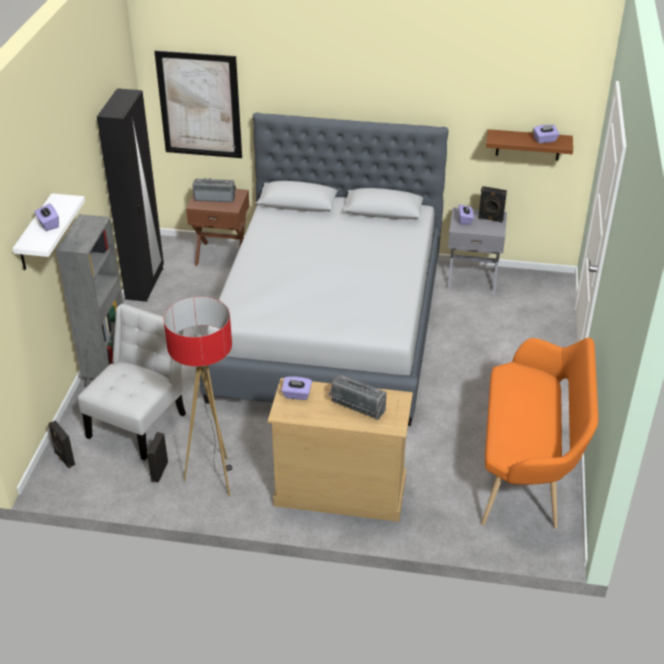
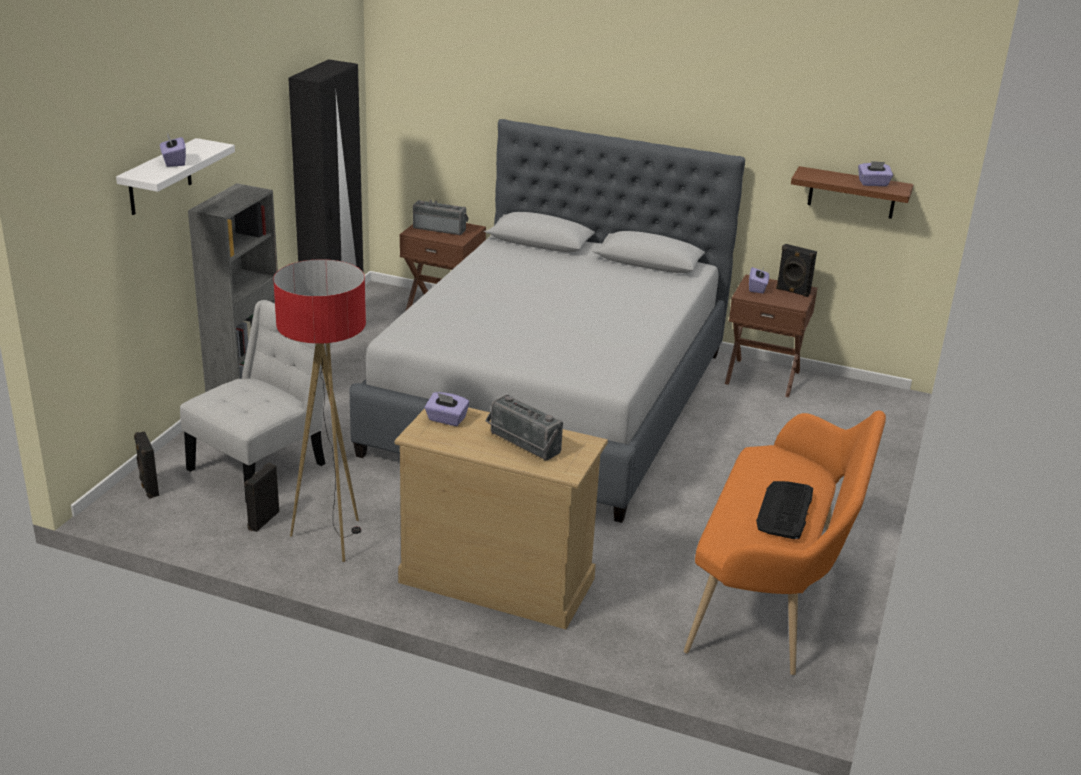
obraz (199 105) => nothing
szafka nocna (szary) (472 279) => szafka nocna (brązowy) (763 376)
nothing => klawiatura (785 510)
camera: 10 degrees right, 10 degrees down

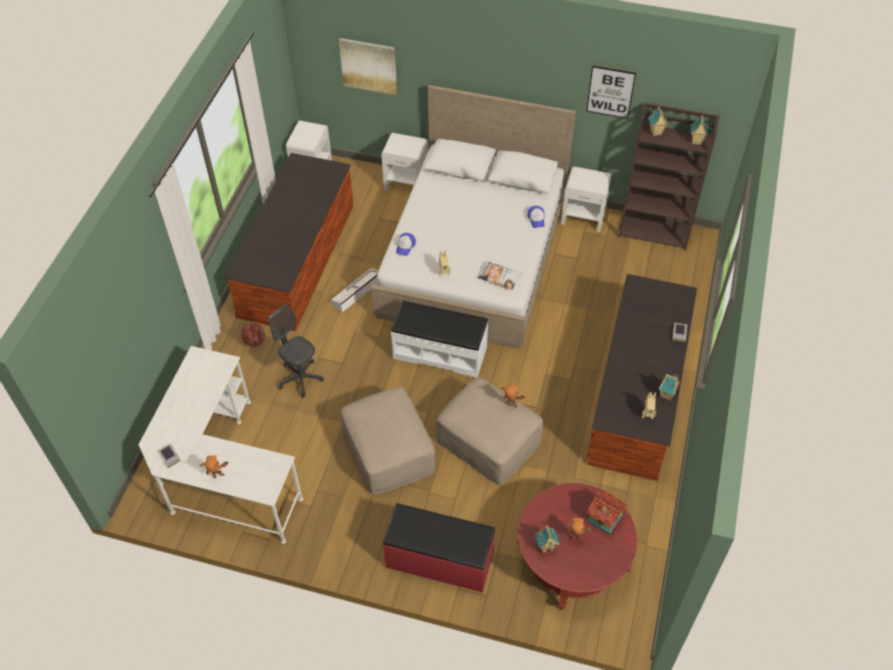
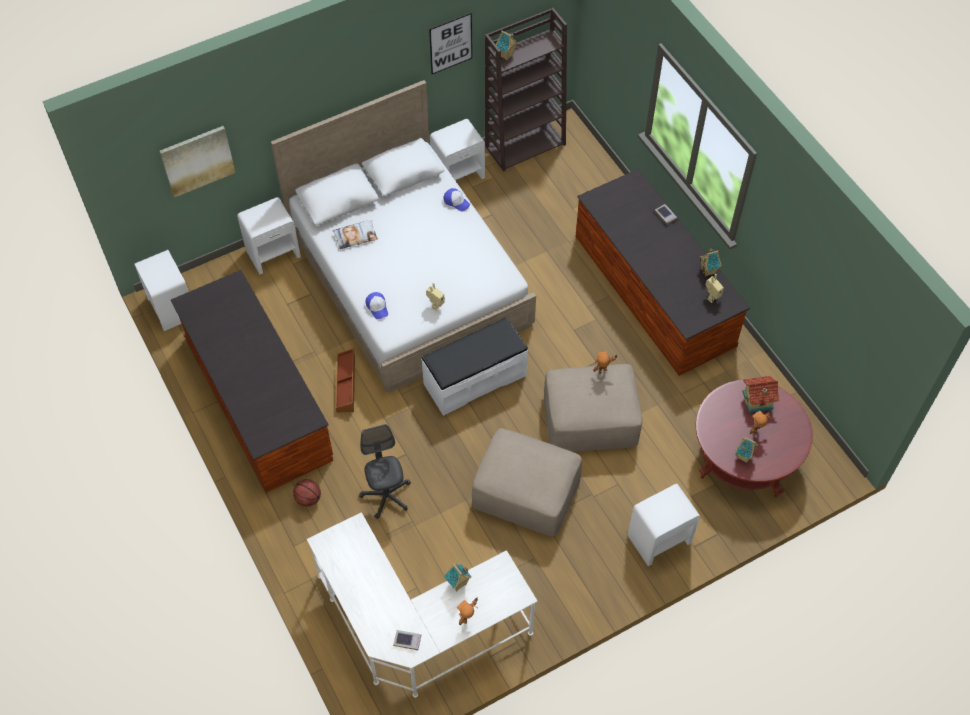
domek (696 141) => domek (458 584), relocated
poduszka (499 277) => poduszka (355 236), relocated
pojemnik do przechowywania (biały) (357 292) => pojemnik do przechowywania (brązowy) (346 384)
krzesło biurowe (szary) (300 378) => krzesło biurowe (szary) (386 495), 75 degrees clockwise
ławka (czerwony) (439 560) => szafka nocna (biały) (658 539)
camera: 45 degrees left, 5 degrees up

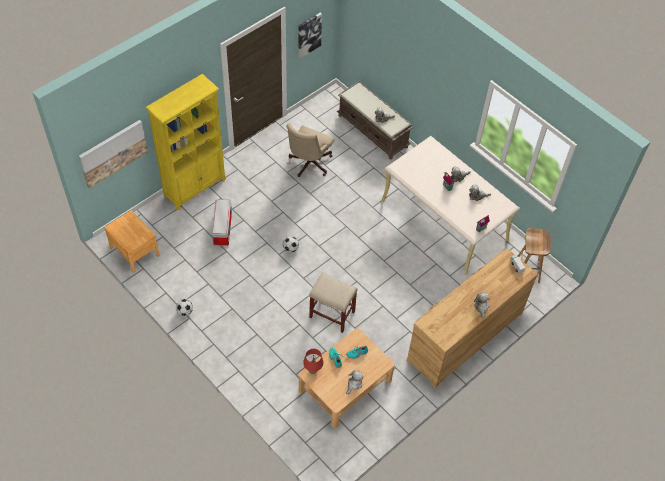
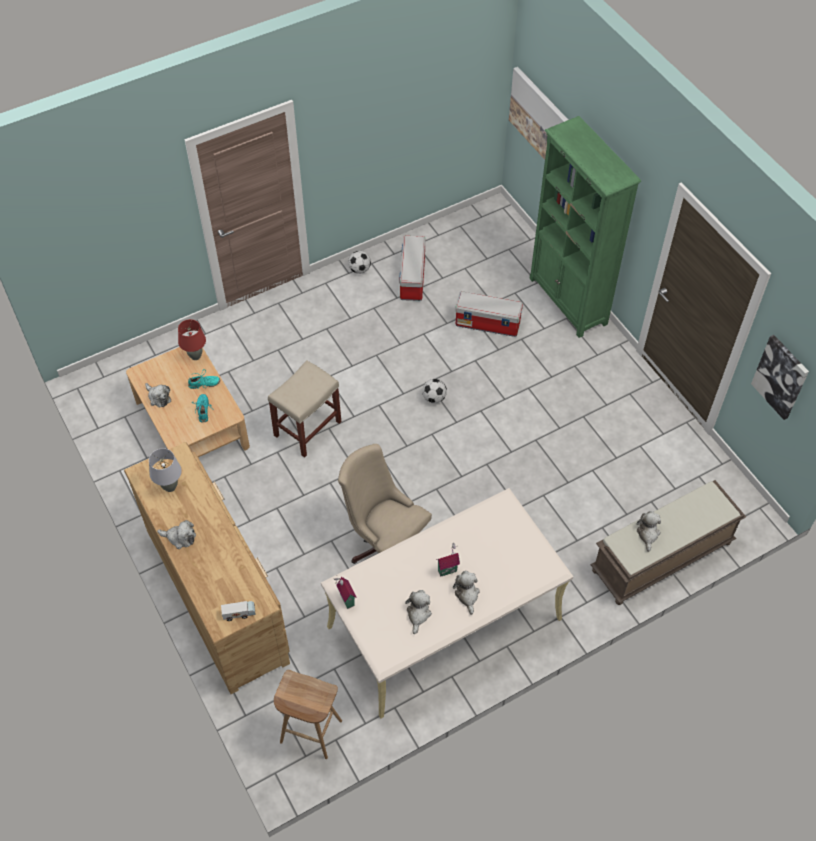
regał (żółty) (195 187) => regał (zielony) (568 301)
krzesło biurowe (beżowy) (308 164) => krzesło biurowe (beżowy) (384 542), relocated
szafka nocna (brązowy) (134 251) => nothing
nothing => pojemnik do przechowywania (413 278)
nothing => lampa stołowa (szary) (170 487)
camera: 105 degrees right, 0 degrees up

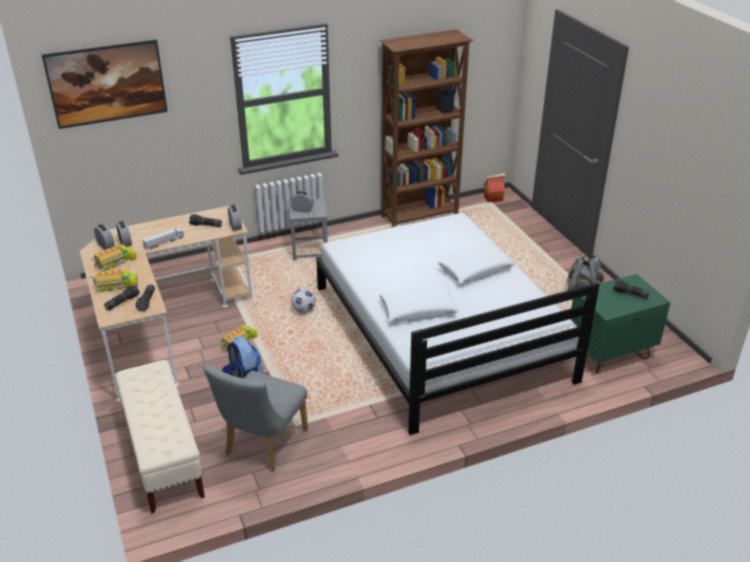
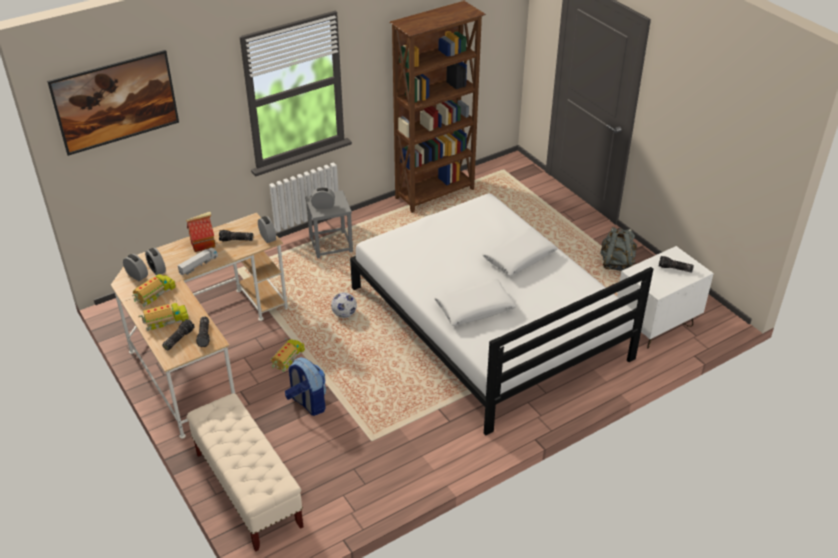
domek (493 198) => domek (203 244), relocated
szafka nocna (zielony) (609 354) => szafka nocna (biały) (655 326)
krzesło (szary) (262 446) => nothing
camera: 10 degrees left, 5 degrees up

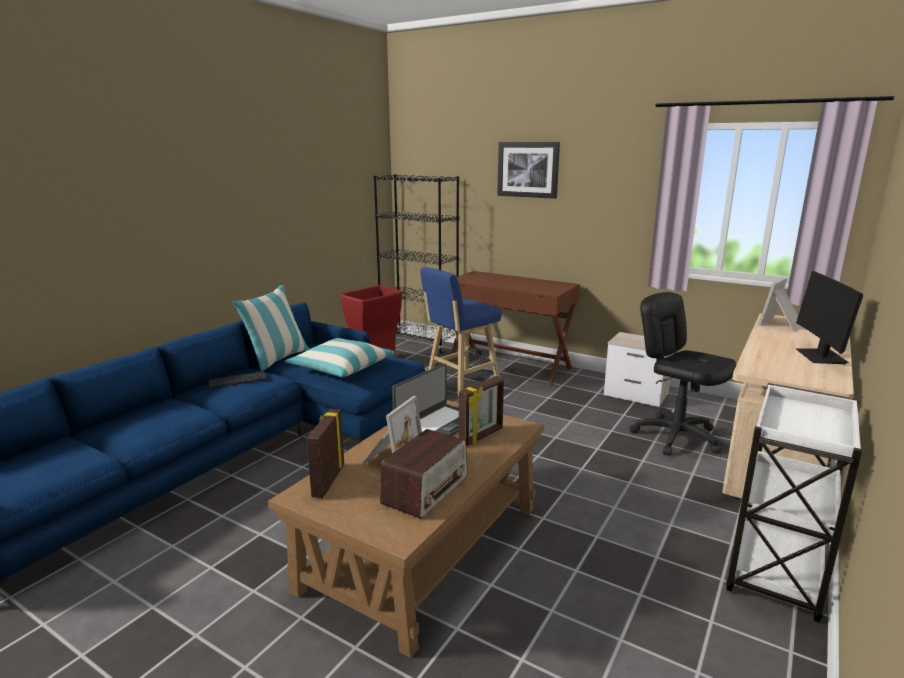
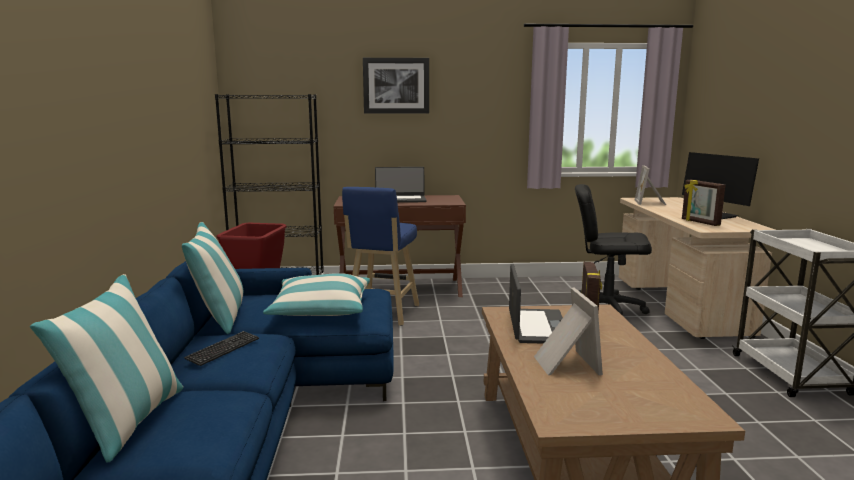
szafka nocna (637 395) => nothing
ramka na zdjęcie (327 481) => ramka na zdjęcie (700 222), relocated
radio (426 490) => nothing
nothing => laptop (400 199)
nothing => poduszka (128 423)
camera: 35 degrees left, 5 degrees down

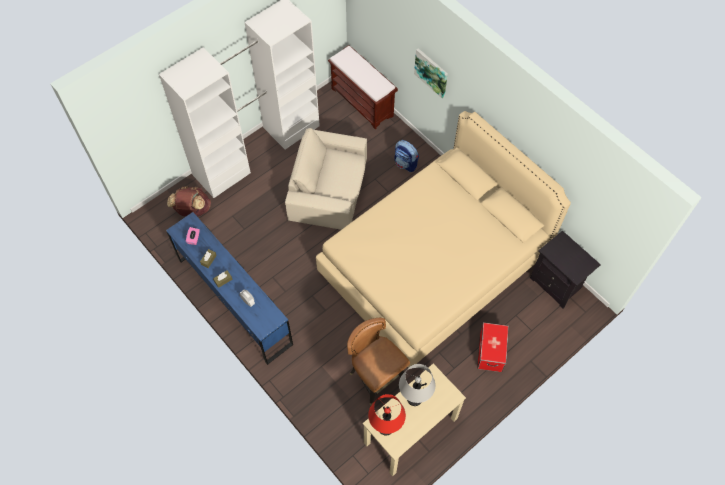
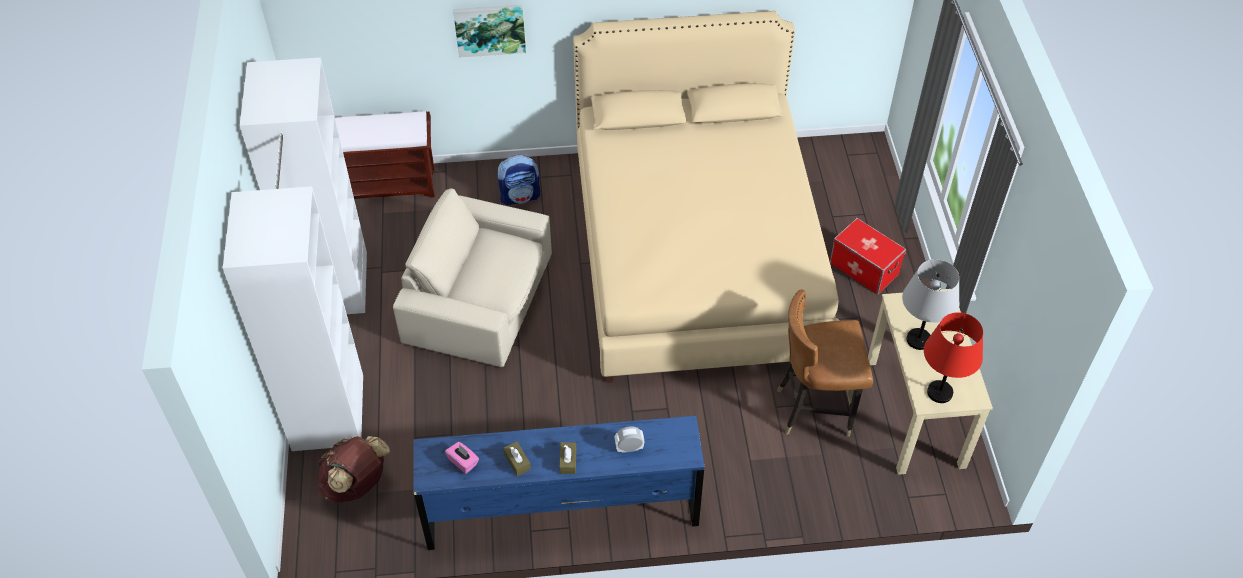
fotel (beżowy) (329 189) => fotel (beżowy) (480 298), 60 degrees clockwise
szafka nocna (czarny) (557 284) => nothing
camera: 55 degrees left, 10 degrees down

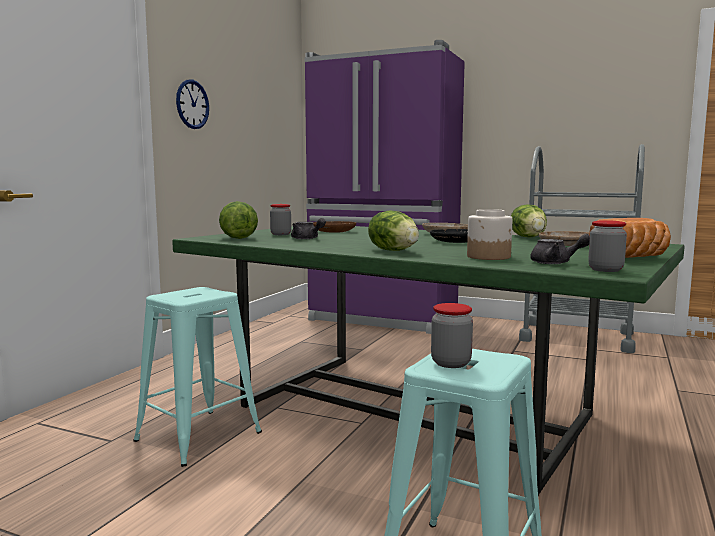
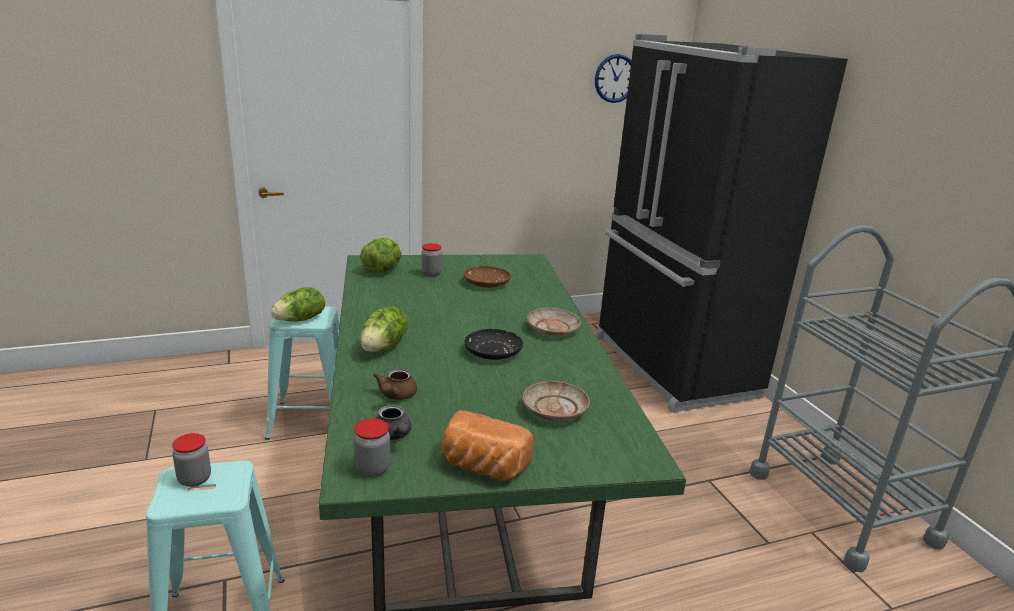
lodówka (fioletowy) (383 318) => lodówka (czarny) (671 367)
zegar ścienny (192 104) => zegar ścienny (615 78), relocated
sałata (529 237) => sałata (301 319), relocated
słoik (489 257) => imbryk (brązowy) (395 396)
imbryk (szary) (307 239) => nothing
camera: 45 degrees right, 15 degrees up

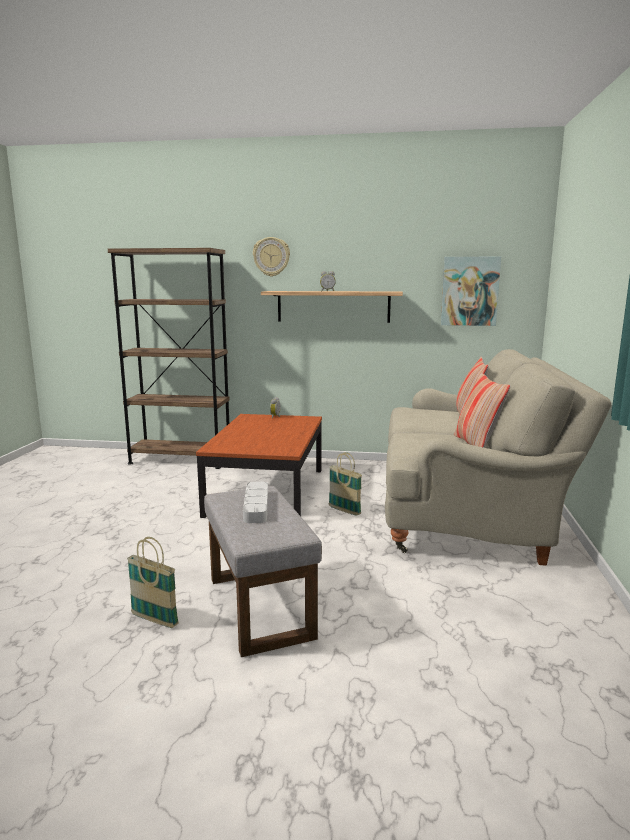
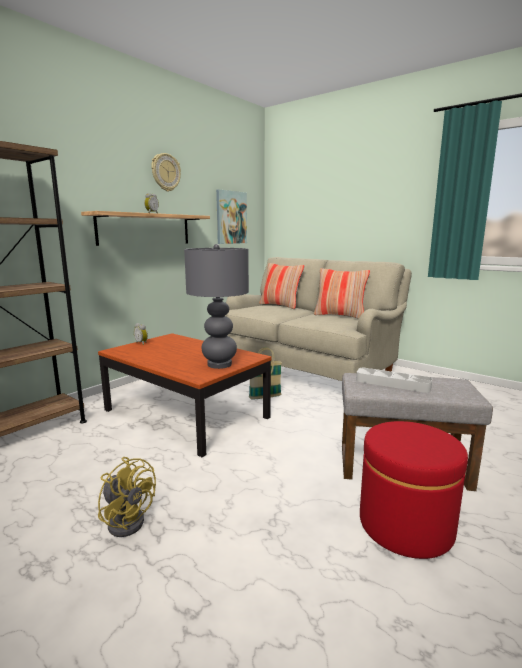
zegar ścienny (271 256) => zegar ścienny (165 172), relocated
koszyk (154 620) => pufa (czerwony) (405 525)
nothing => lampa stołowa (szary) (219 364)
nothing => wentylator (żółty) (128 519)
camera: 60 degrees left, 0 degrees up

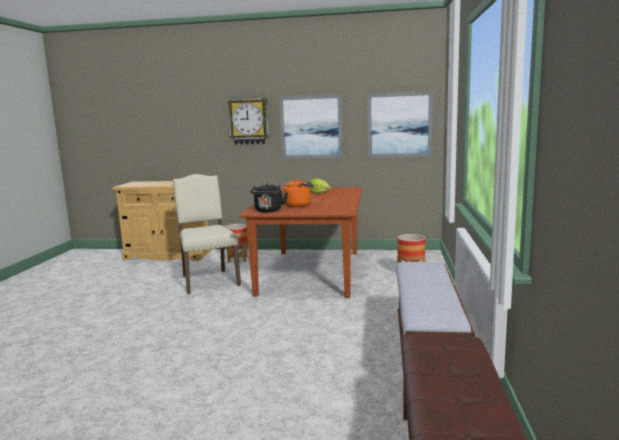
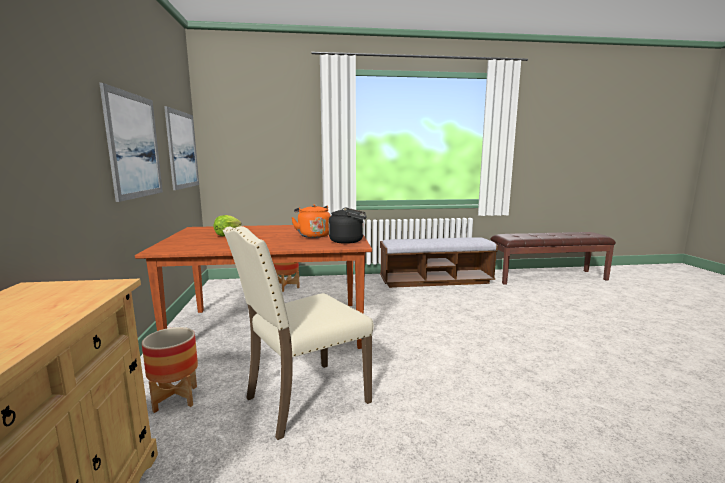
zegar ścienny (249 121) => nothing
camera: 105 degrees left, 0 degrees up

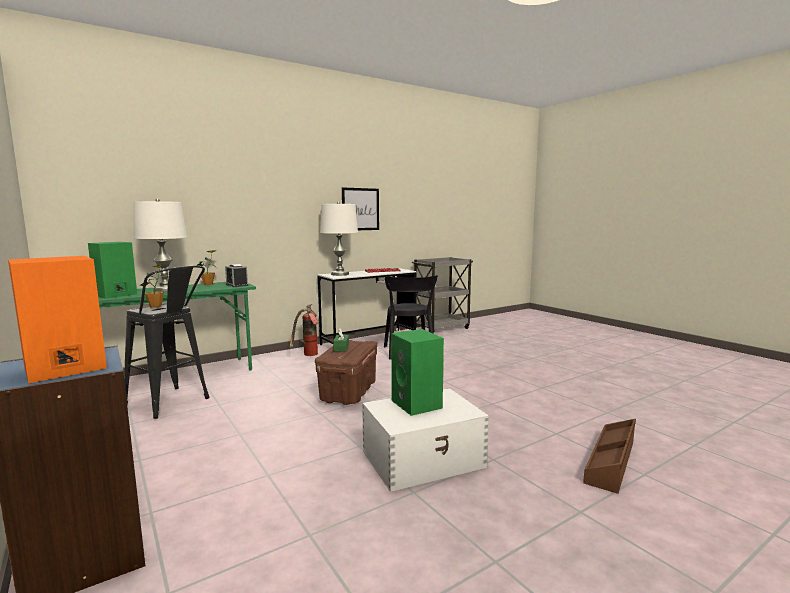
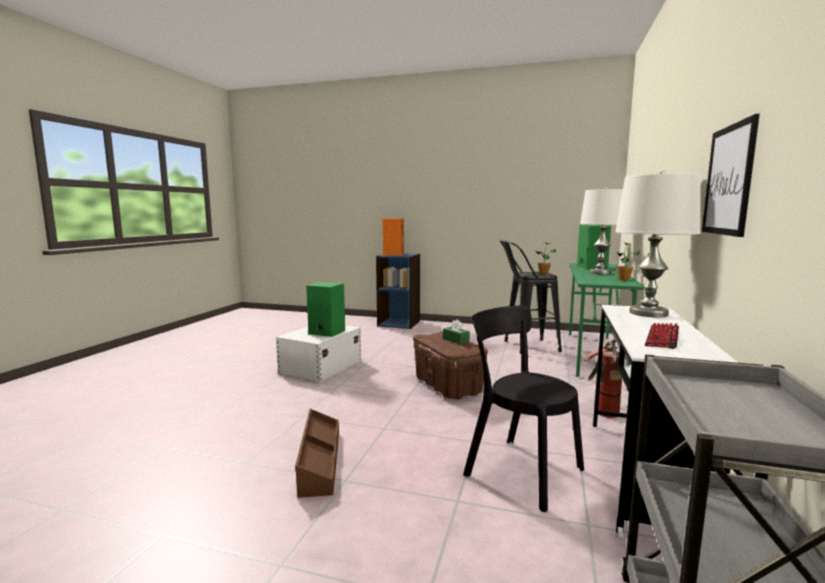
budzik (237 285) => nothing
pojemnik do przechowywania (brązowy) (611 462) => pojemnik do przechowywania (brązowy) (319 460), relocated
camera: 140 degrees right, 0 degrees up

